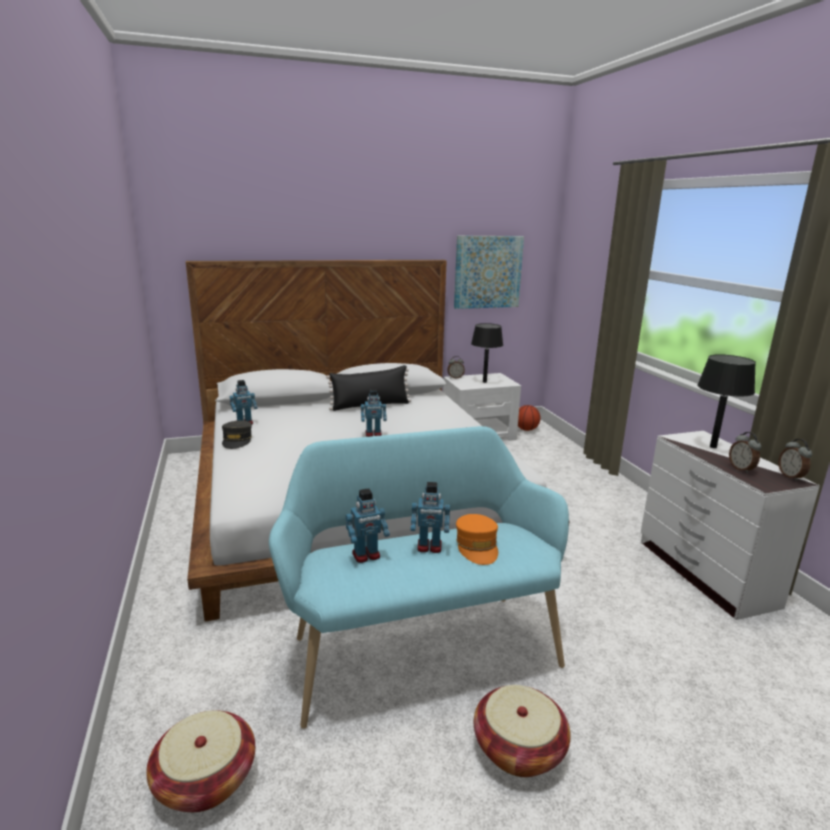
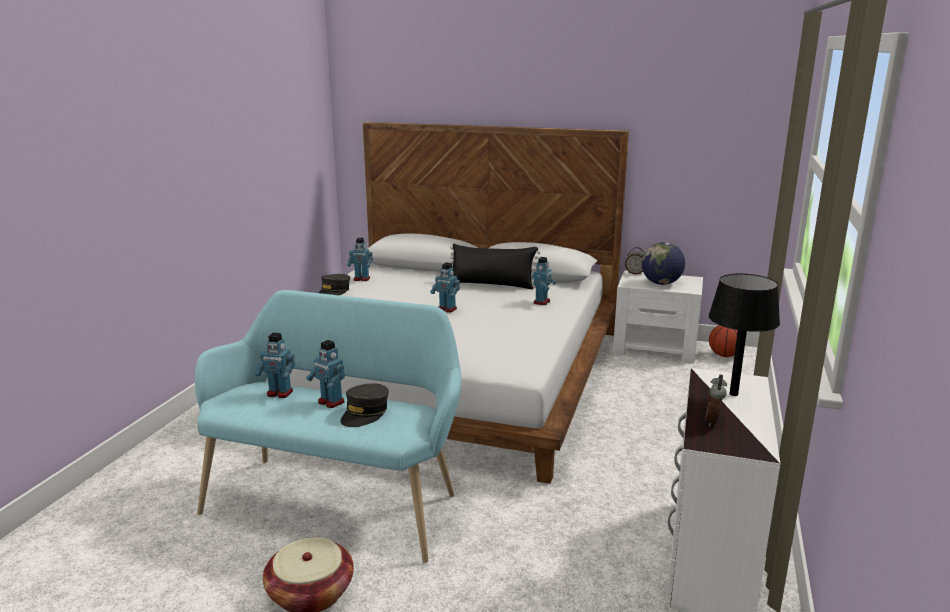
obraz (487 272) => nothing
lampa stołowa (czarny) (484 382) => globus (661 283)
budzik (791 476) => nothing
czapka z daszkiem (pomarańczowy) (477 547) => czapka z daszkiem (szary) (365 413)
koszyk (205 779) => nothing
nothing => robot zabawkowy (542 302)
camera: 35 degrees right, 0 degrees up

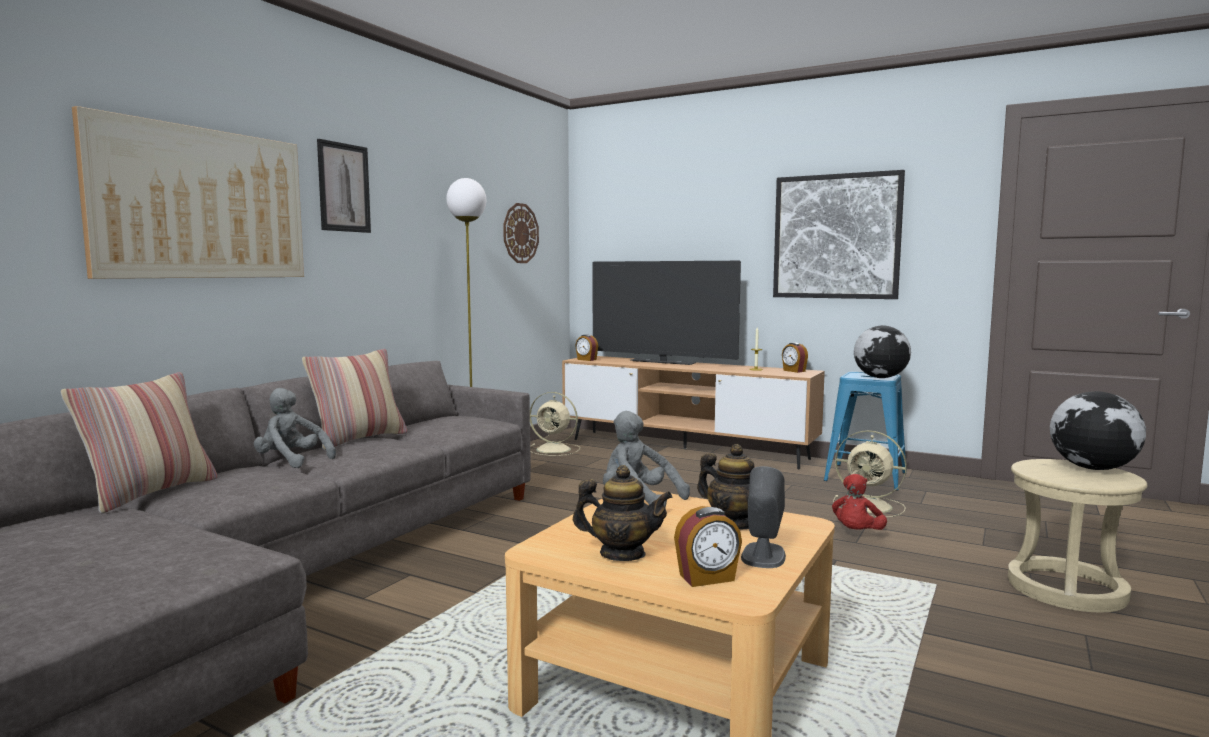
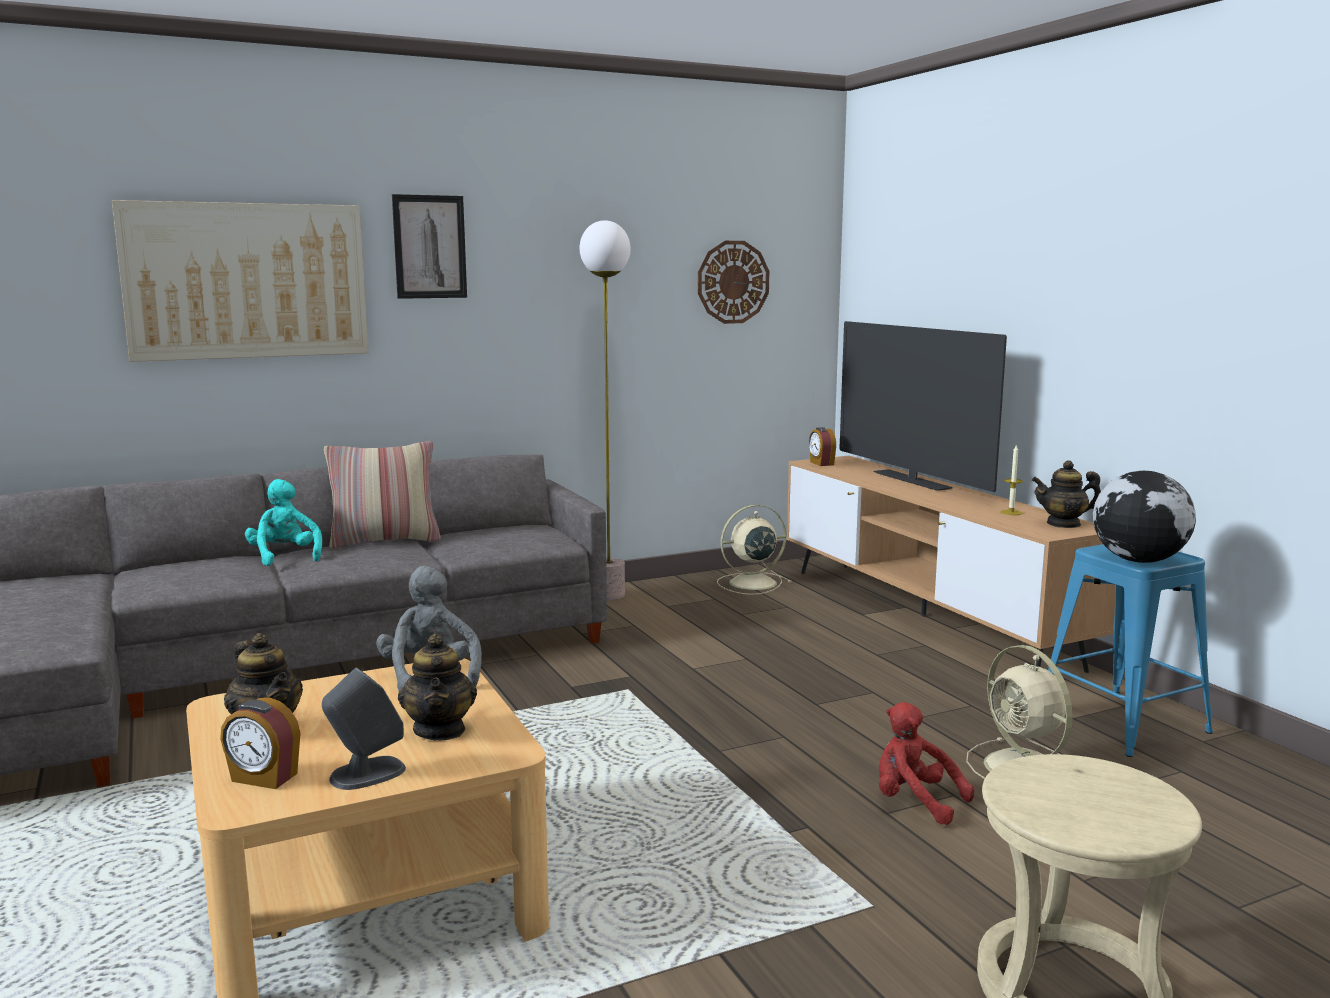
obraz (836 236) => nothing
budzik (794 371) => imbryk (1064 524)
poduszka (150 493) => nothing
pluszak (szary) (291 461) => pluszak (turkusowy) (285 557)
globus (1093 468) => nothing
wentylator (beżowy) (555 449) => wentylator (beżowy) (750 583), 105 degrees clockwise
pluszak (czerwony) (857 534) => pluszak (czerwony) (915 802), 60 degrees clockwise
camera: 35 degrees right, 5 degrees up

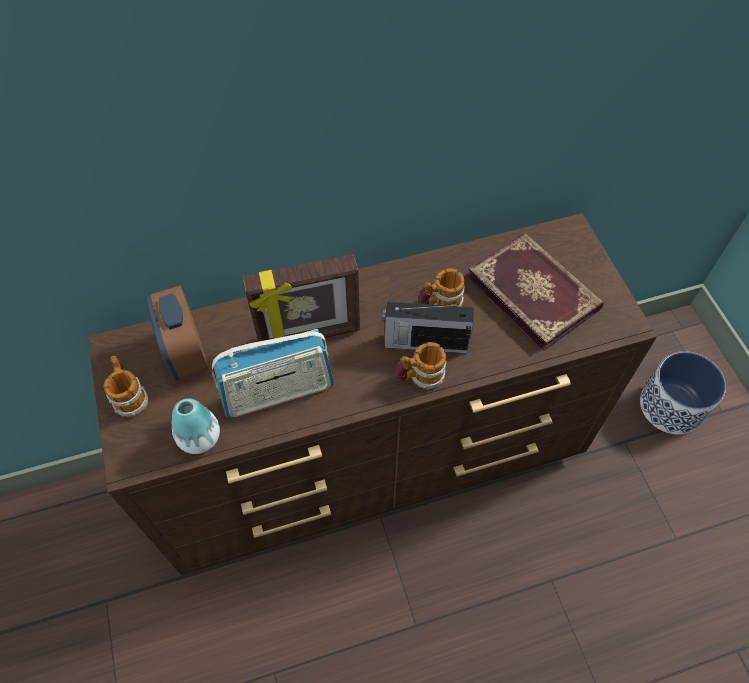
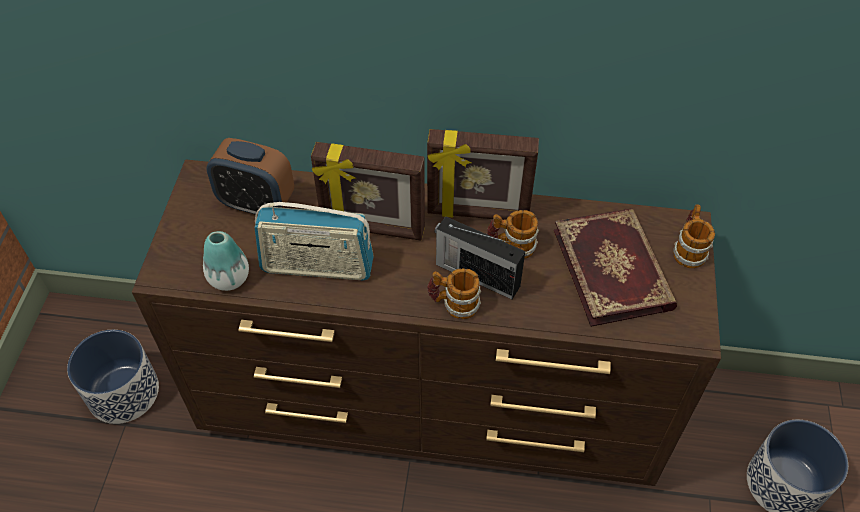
budzik (186 354) => budzik (256 204), 75 degrees counterclockwise
kubek (130 396) => kubek (688 249), relocated
nothing => ramka na zdjęcie (478 213)
nothing => donica (124 393)
camera: 25 degrees right, 5 degrees down

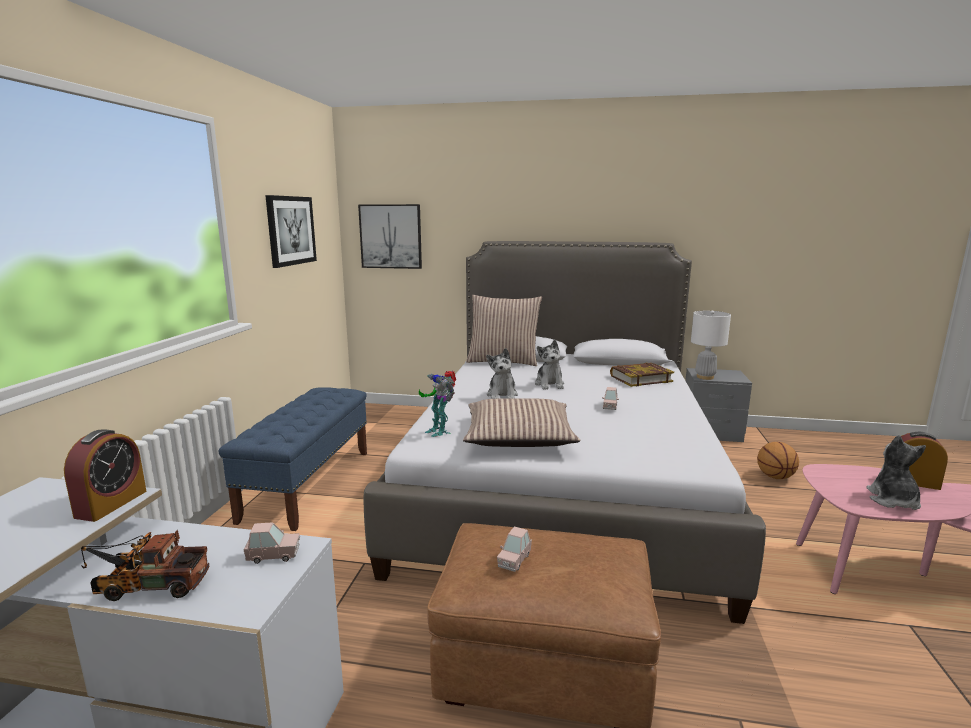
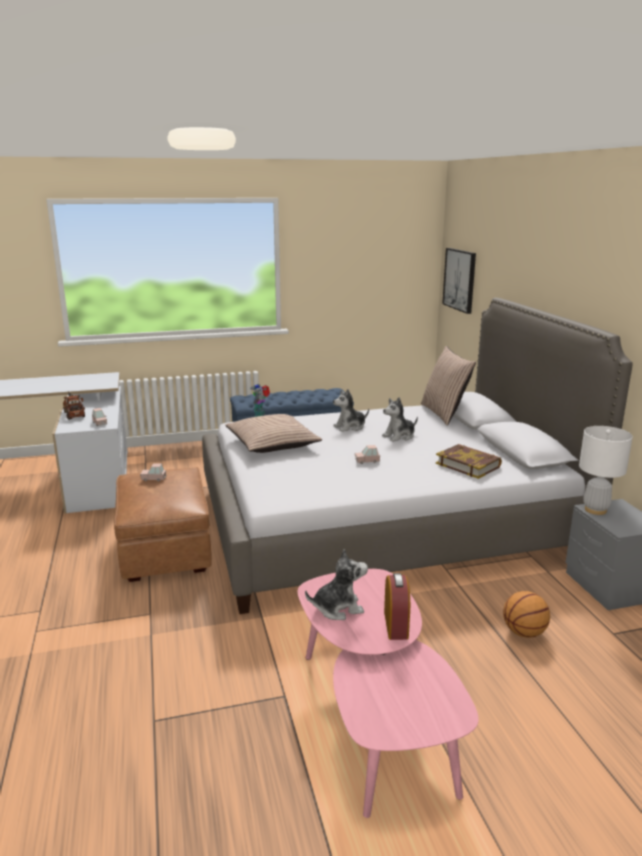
obraz (291 230) => nothing
budzik (111 504) => nothing
camera: 65 degrees right, 5 degrees up

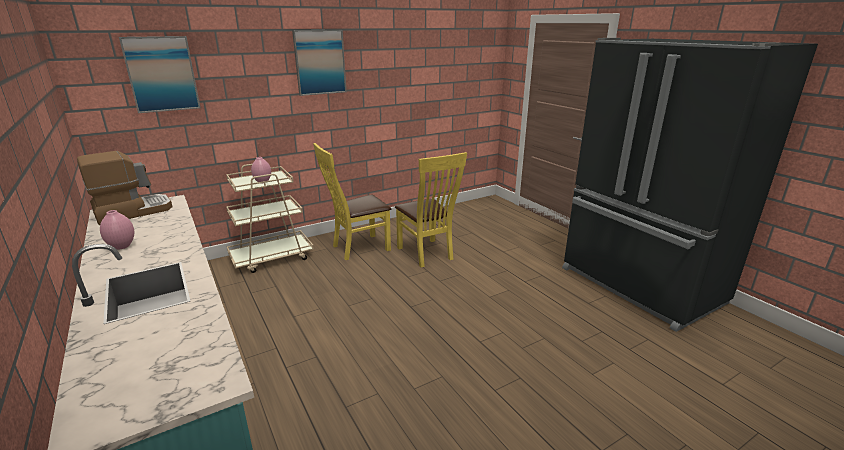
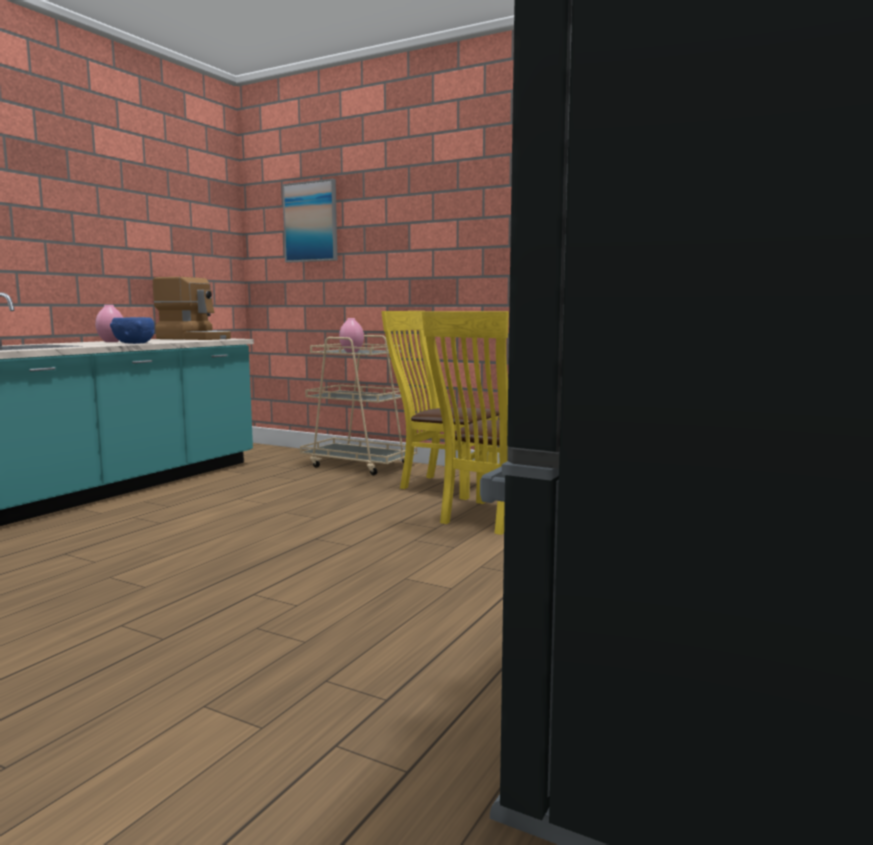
obraz (320 62) => nothing
nothing => miska (niebieski) (134 343)
camera: 60 degrees right, 15 degrees down

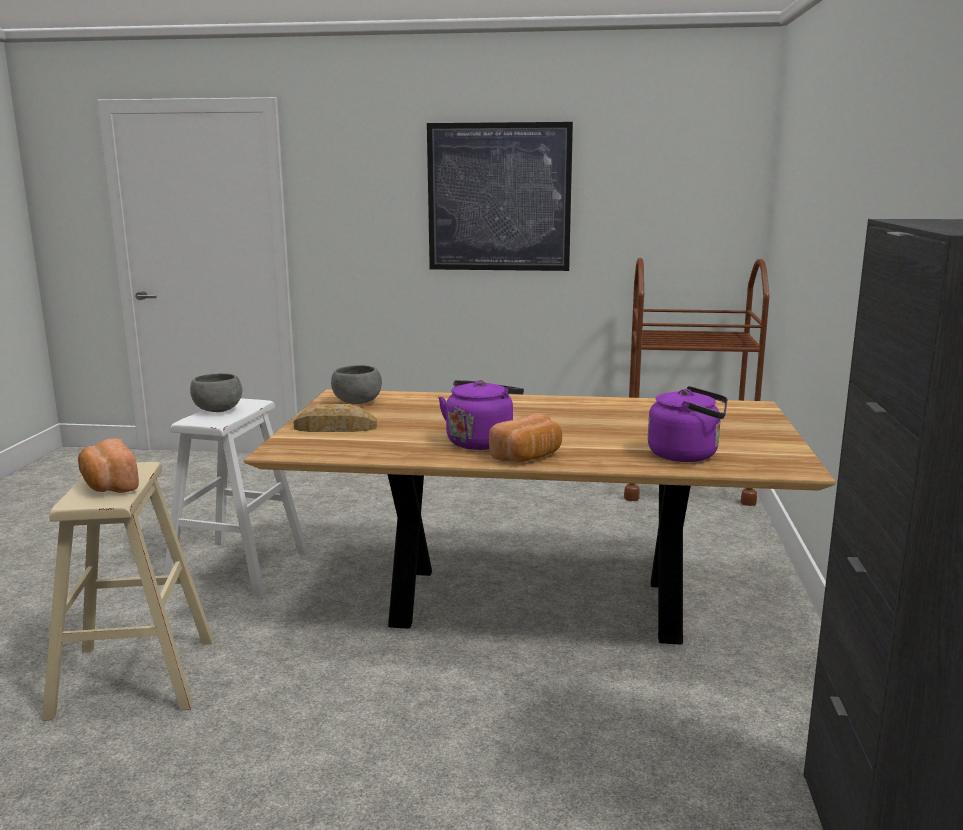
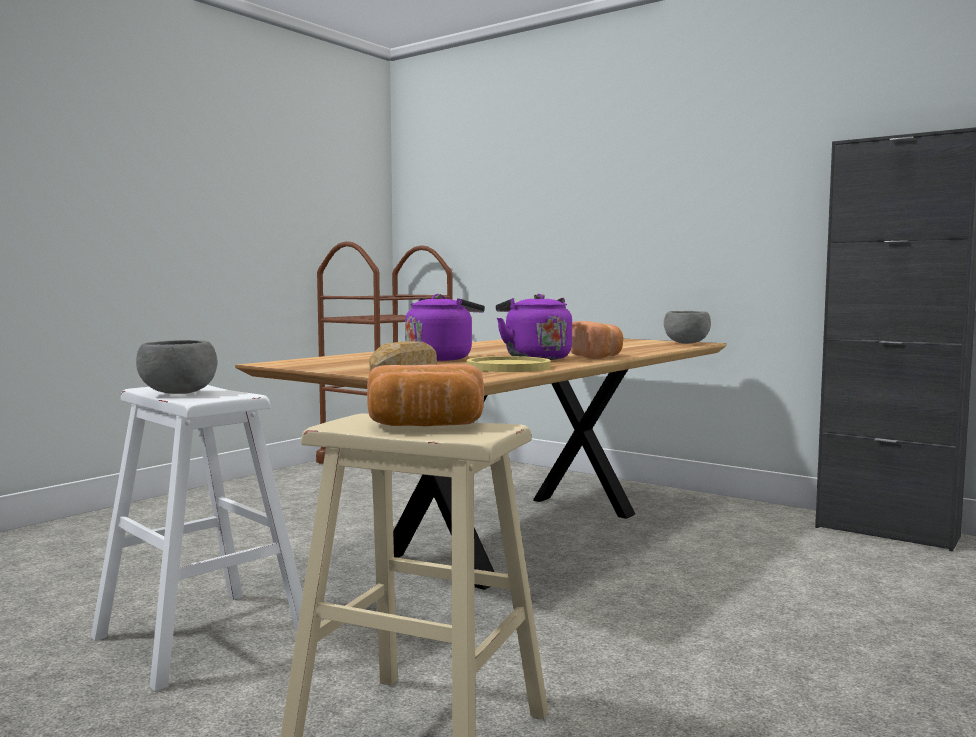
obraz (499 197) => nothing
miska (szary) (357 402) => miska (szary) (686 343), relocated
czajnik (fioletowy) (687 455) => czajnik (fioletowy) (441 358), relocated
nothing => talerz (żółty) (508 367)
camera: 60 degrees left, 10 degrees down

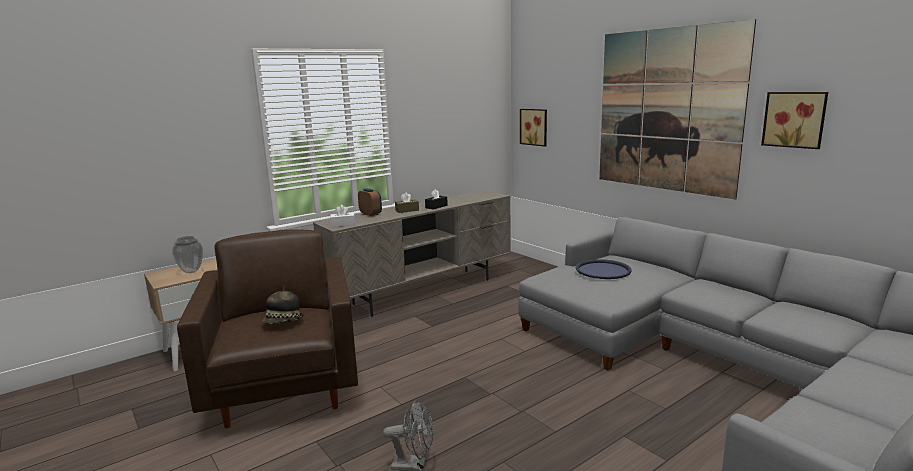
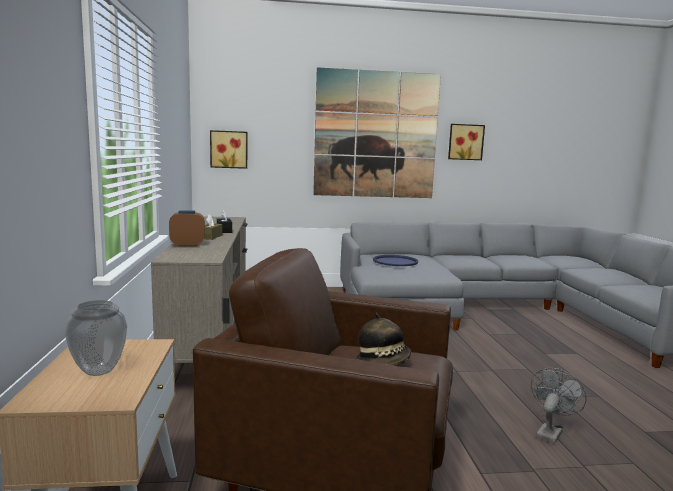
pudełko chusteczek (biały) (343 224) => nothing
camera: 60 degrees left, 5 degrees down

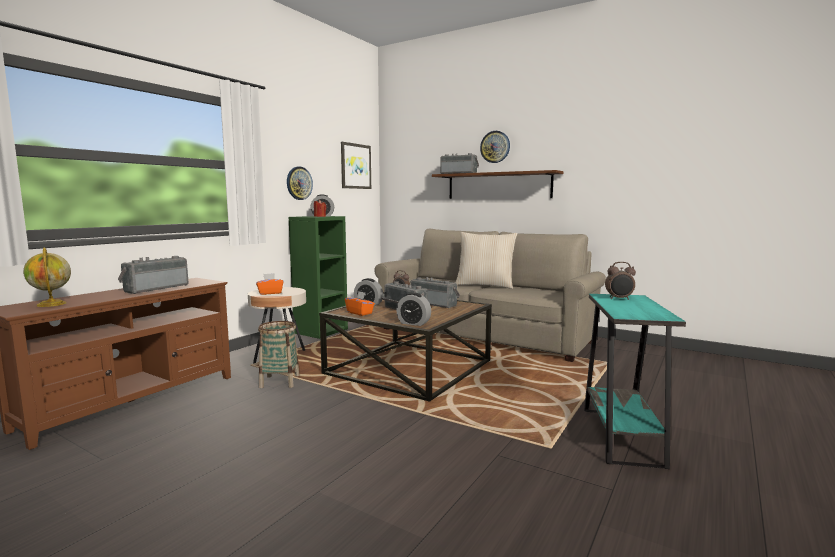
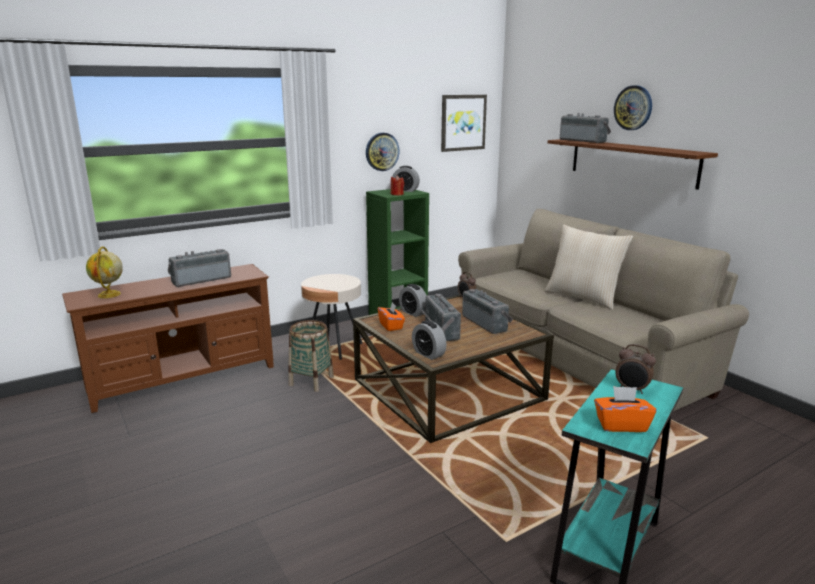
pudełko chusteczek (pomarańczowy) (270 293) => pudełko chusteczek (pomarańczowy) (621 425), relocated
camera: 25 degrees right, 10 degrees up

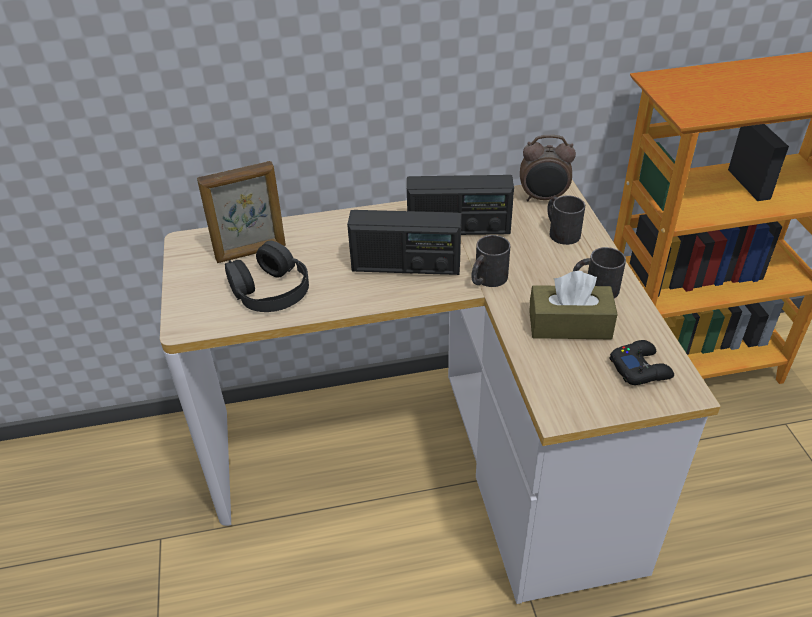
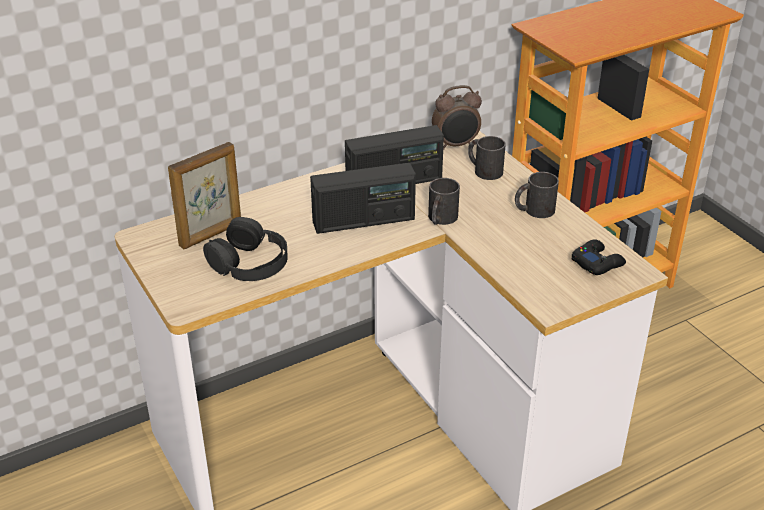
pudełko chusteczek (brązowy) (569 325) => nothing
camera: 20 degrees left, 5 degrees down

